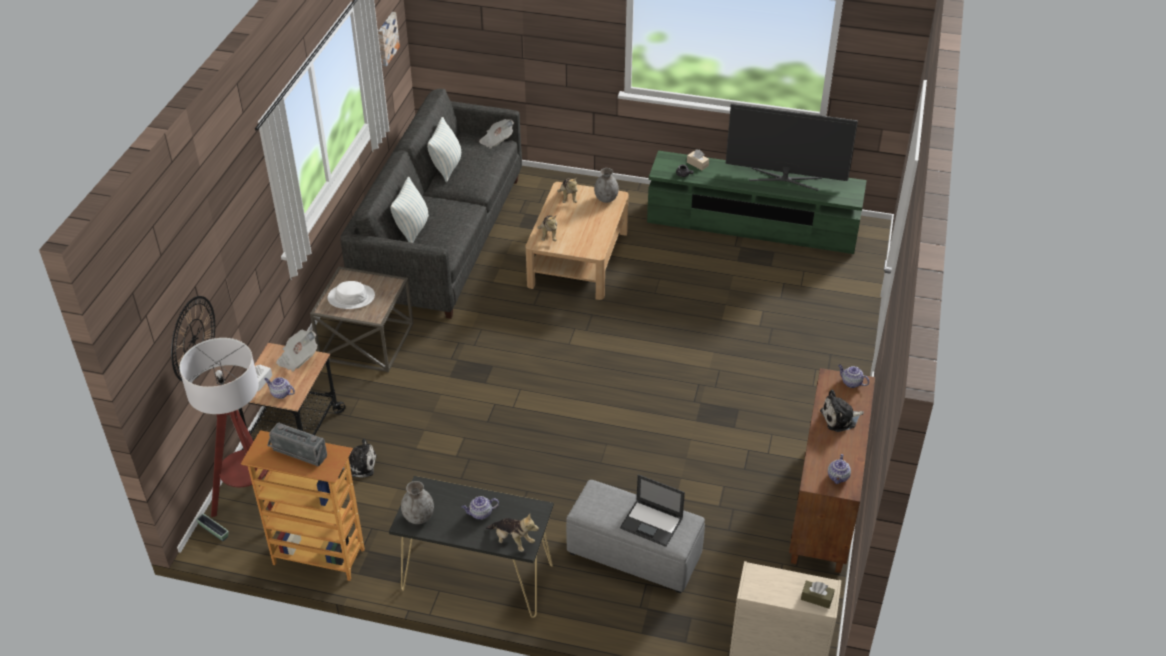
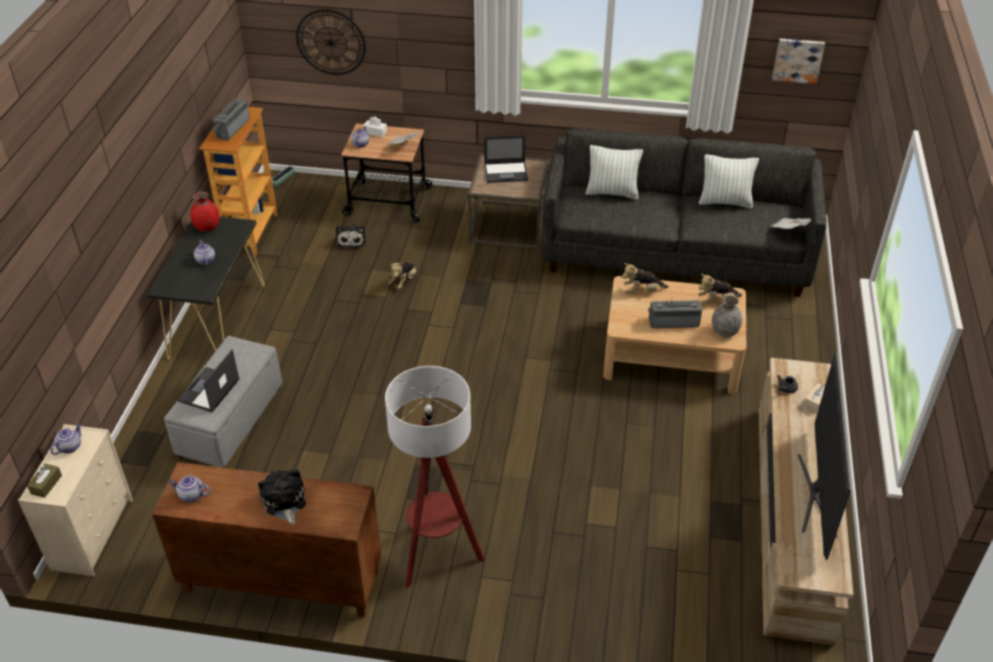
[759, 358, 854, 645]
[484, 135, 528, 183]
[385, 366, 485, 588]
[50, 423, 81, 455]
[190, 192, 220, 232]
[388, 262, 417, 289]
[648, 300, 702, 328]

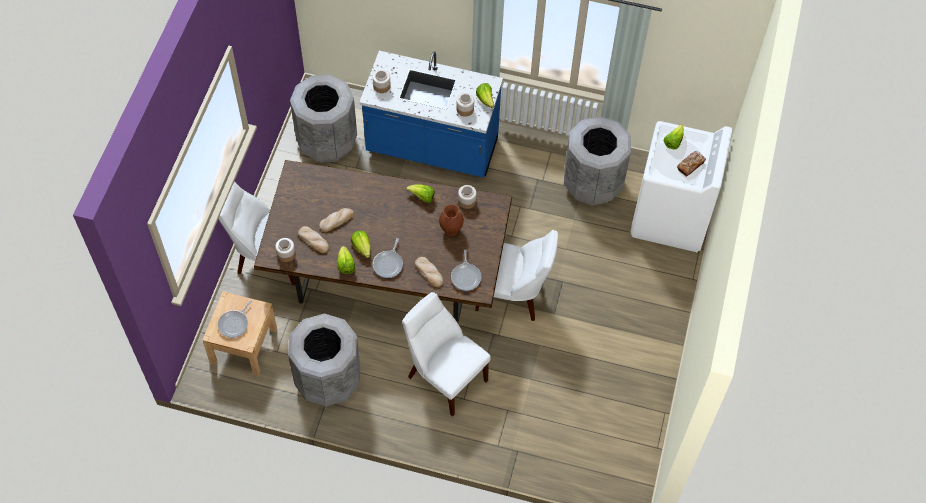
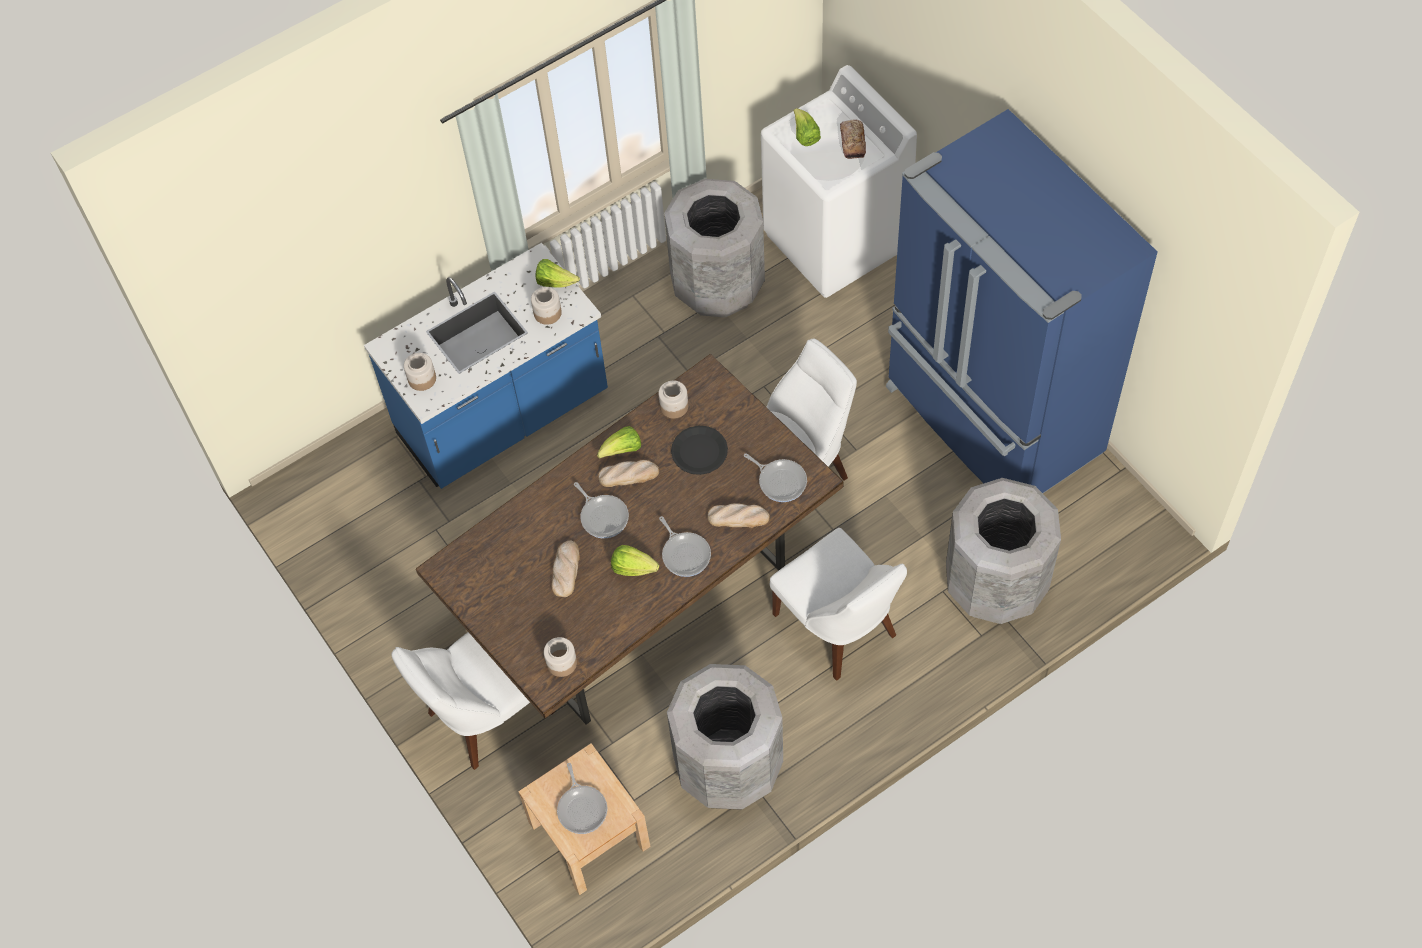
[946, 478, 1061, 624]
[671, 426, 728, 475]
[598, 460, 659, 487]
[337, 246, 355, 274] (first image)
[770, 528, 907, 681]
[886, 109, 1157, 493]
[574, 482, 629, 538]

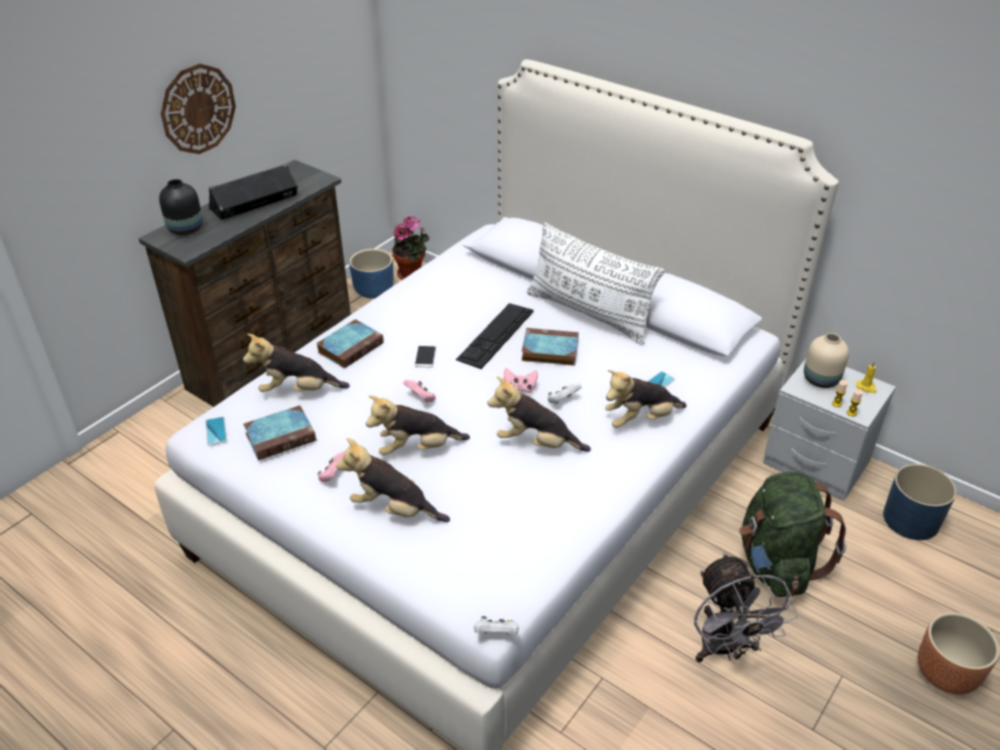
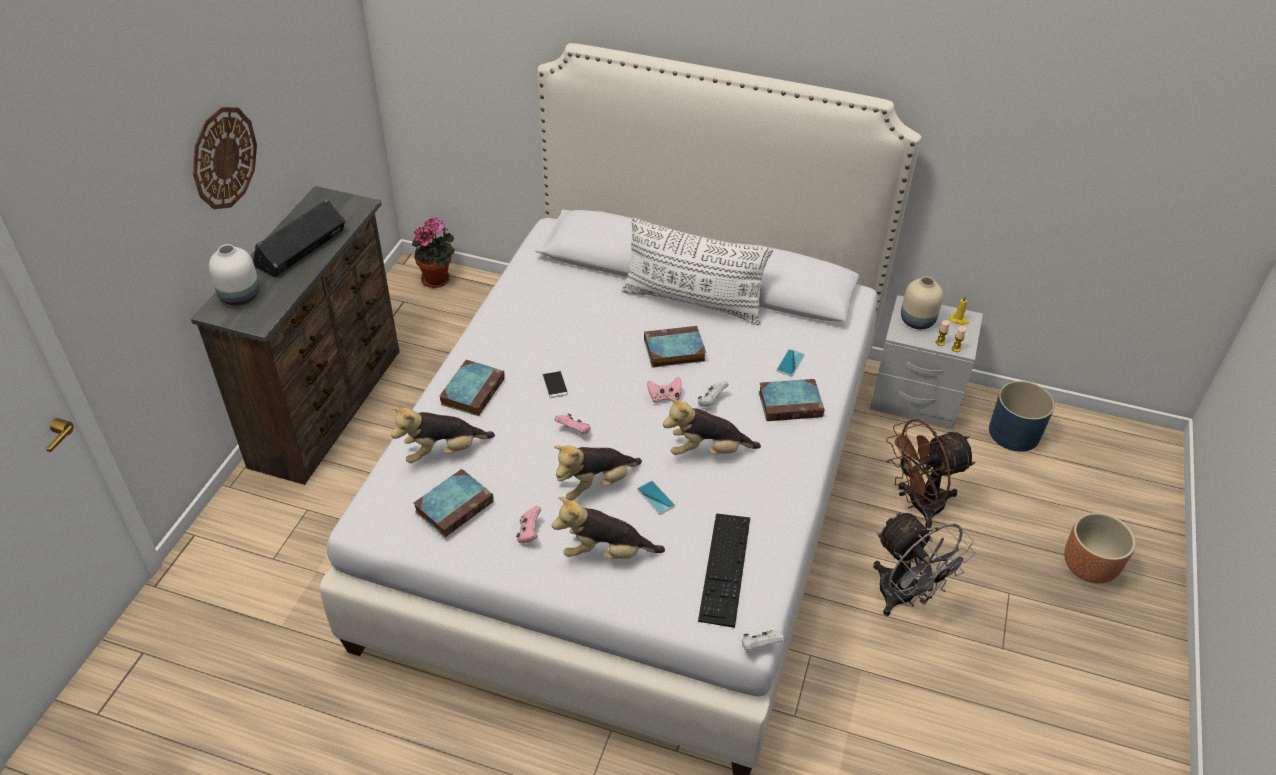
[209, 244, 259, 306]
[349, 249, 394, 299] (first image)
[698, 513, 750, 628]
[758, 379, 825, 421]
[637, 481, 675, 514]
[886, 419, 976, 528]

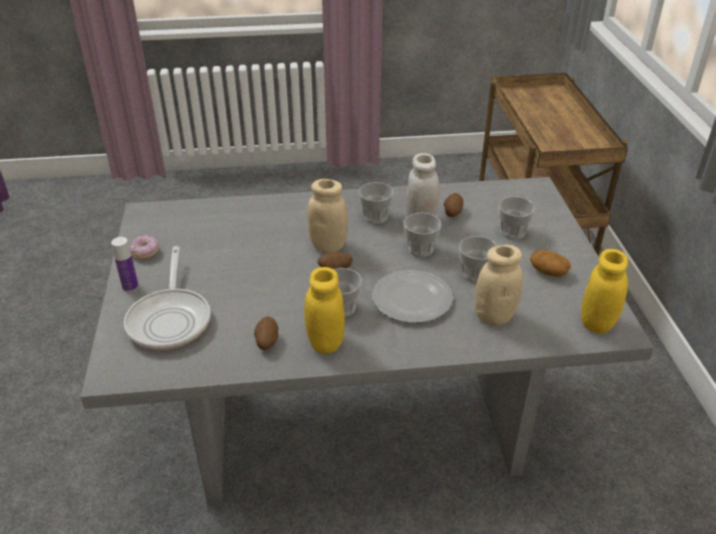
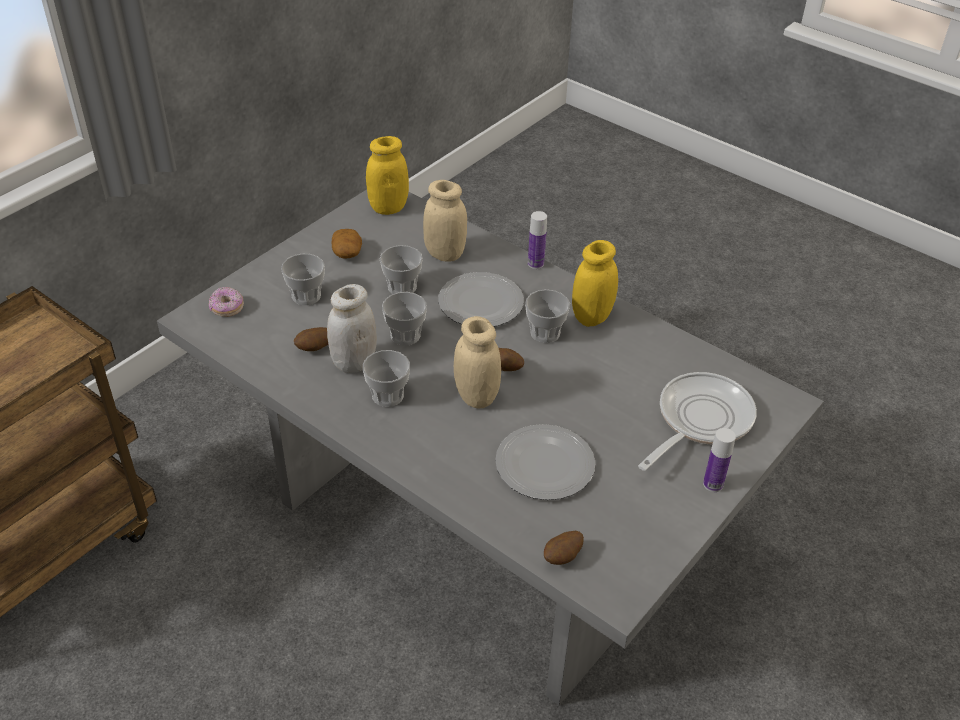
[209, 287, 244, 317]
[544, 531, 584, 565]
[528, 211, 547, 269]
[495, 424, 595, 500]

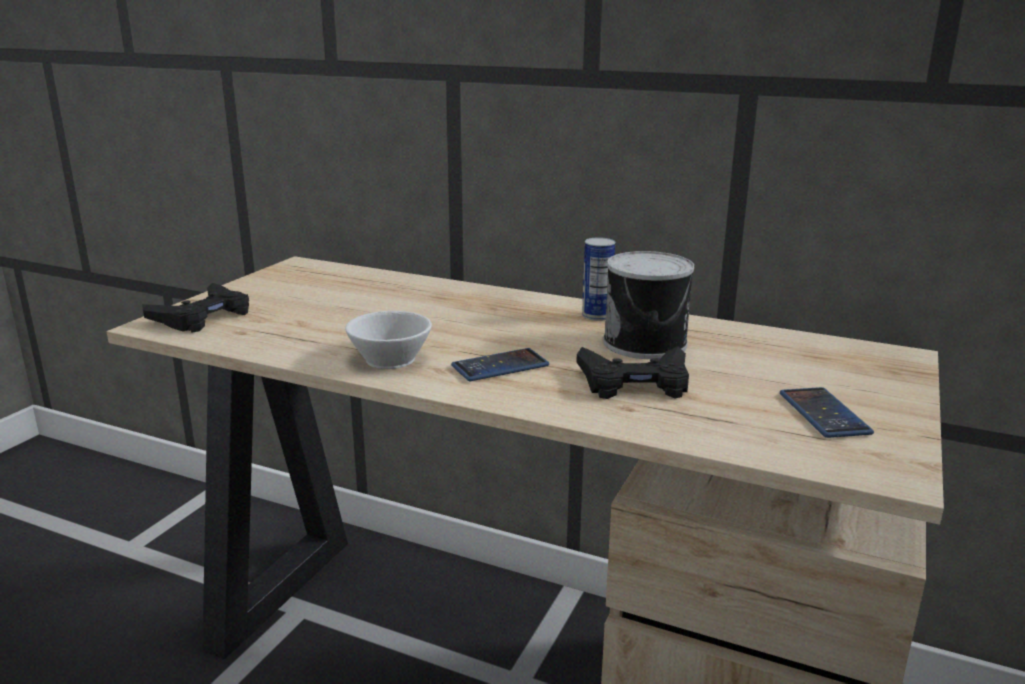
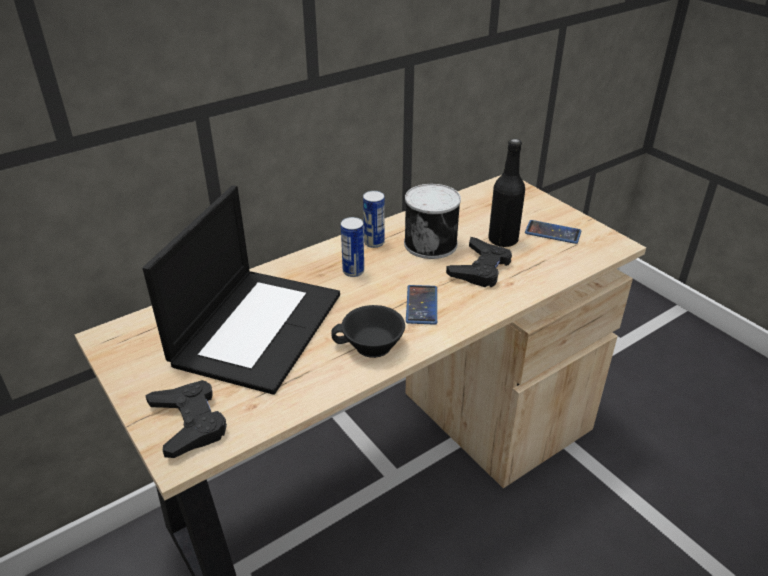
[331, 305, 405, 358]
[488, 139, 525, 248]
[143, 185, 340, 395]
[341, 217, 364, 277]

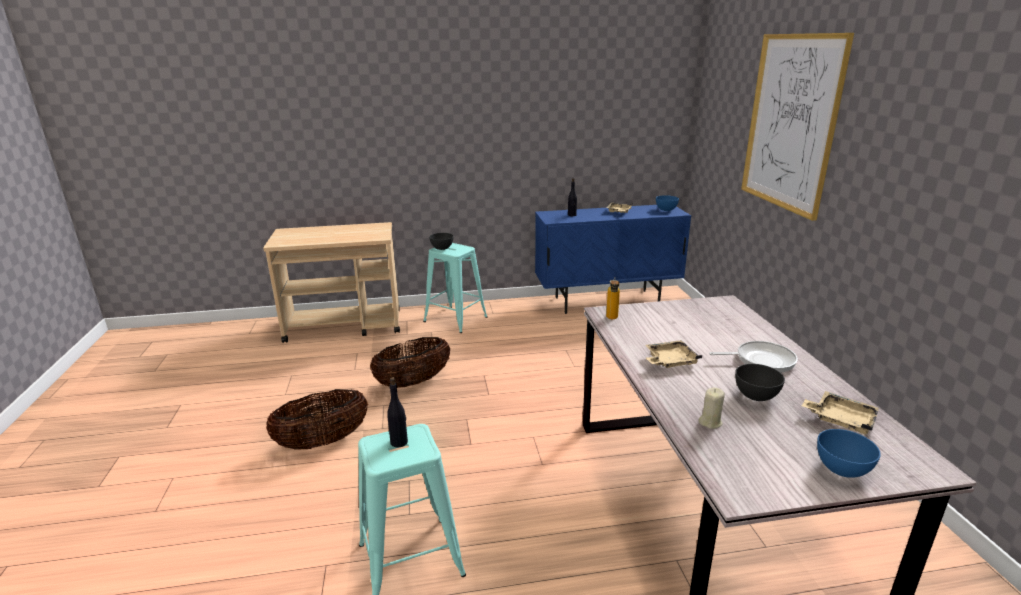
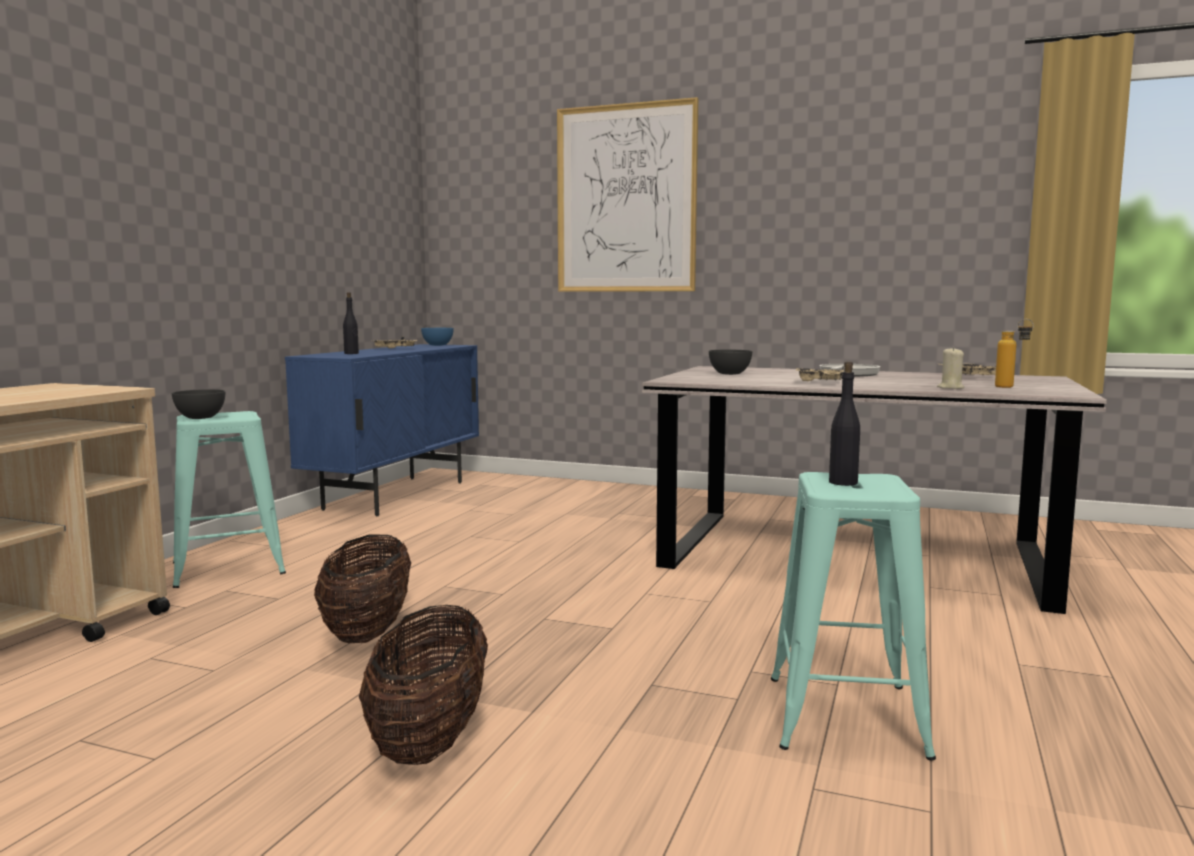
[995, 319, 1034, 388]
[709, 350, 752, 375]
[817, 429, 881, 478] (first image)

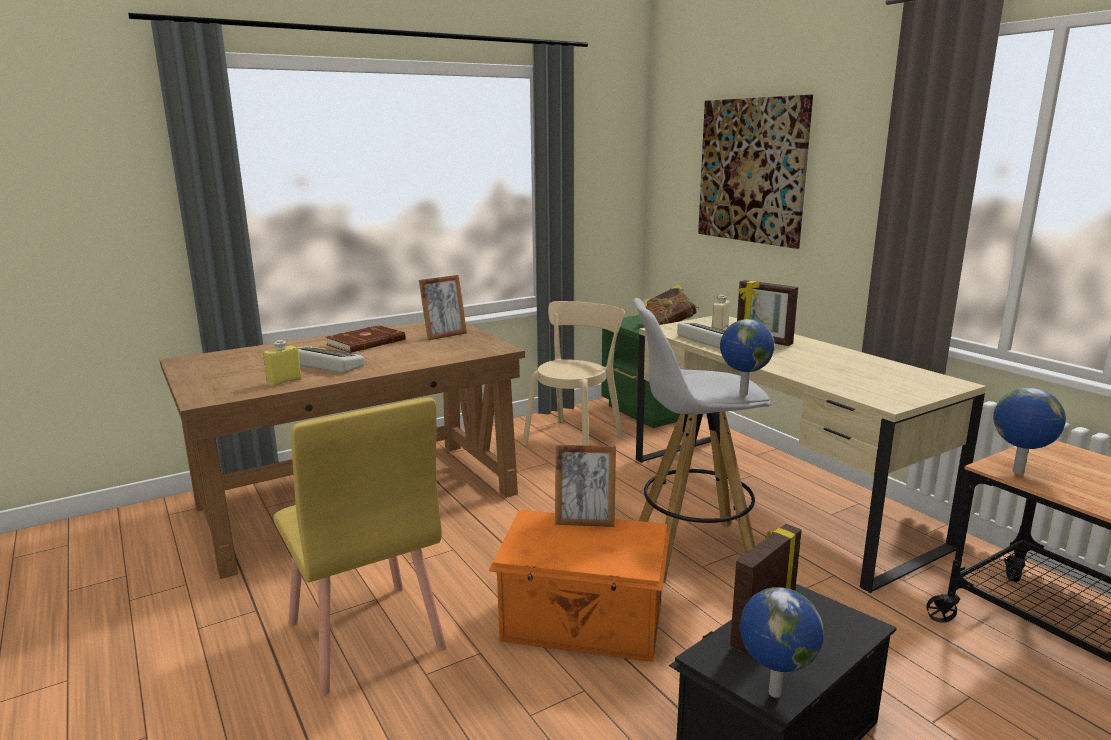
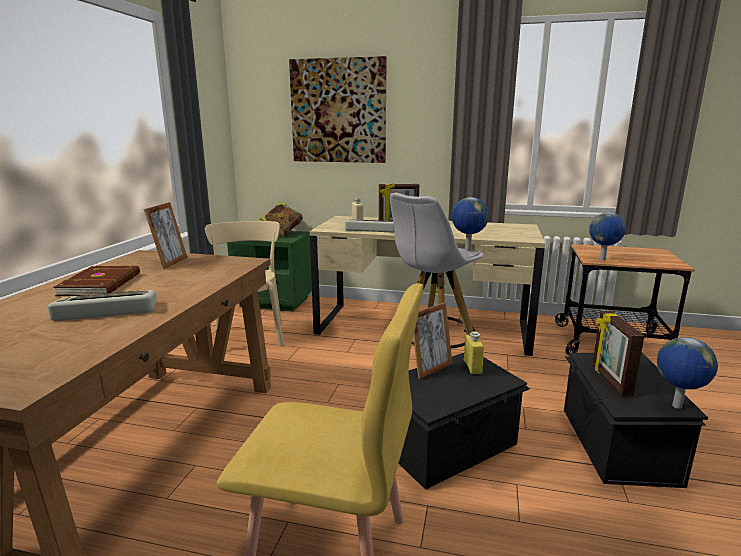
[464, 331, 484, 374]
[399, 353, 530, 490]

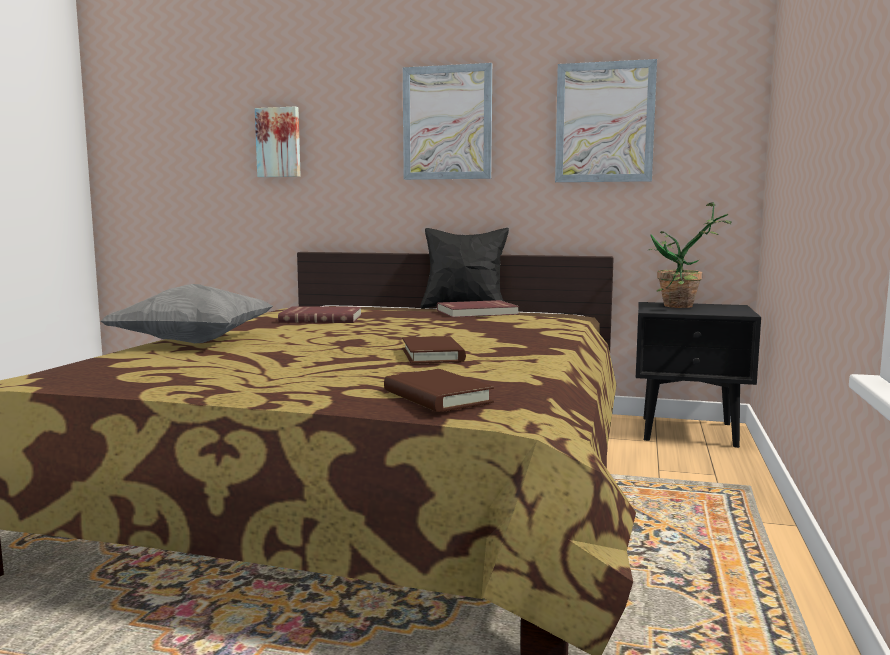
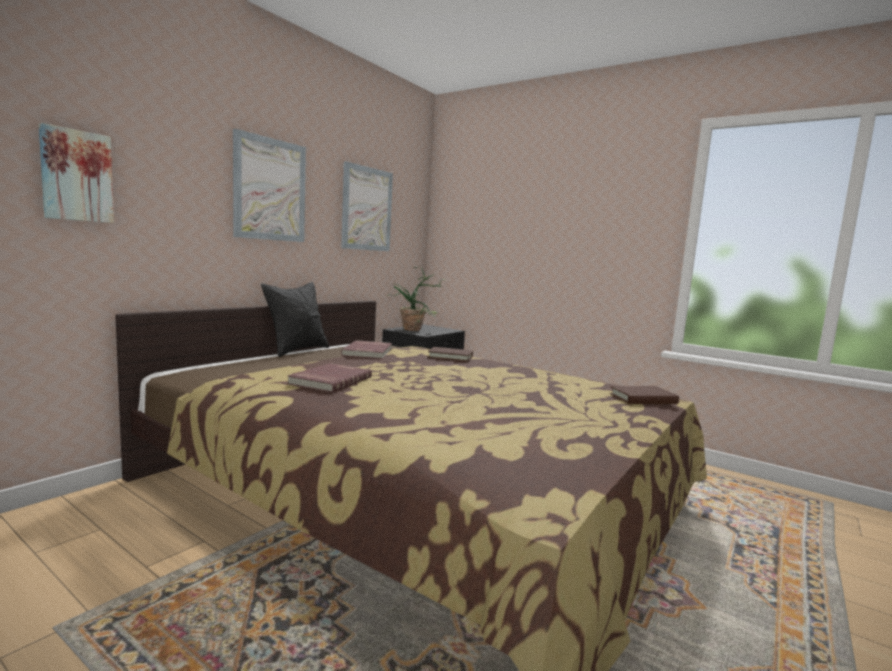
[101, 284, 273, 343] (first image)
[428, 347, 473, 362]

